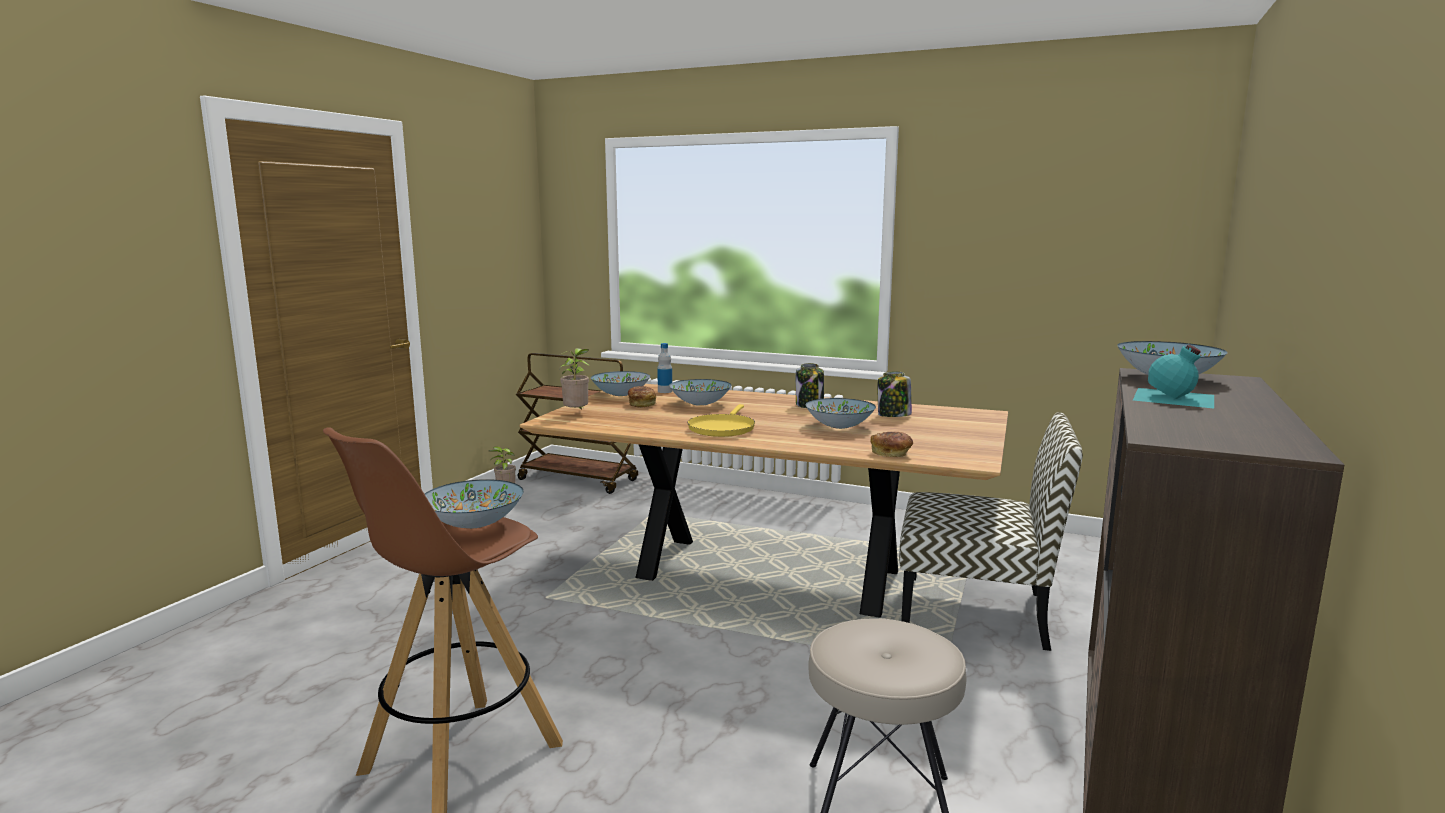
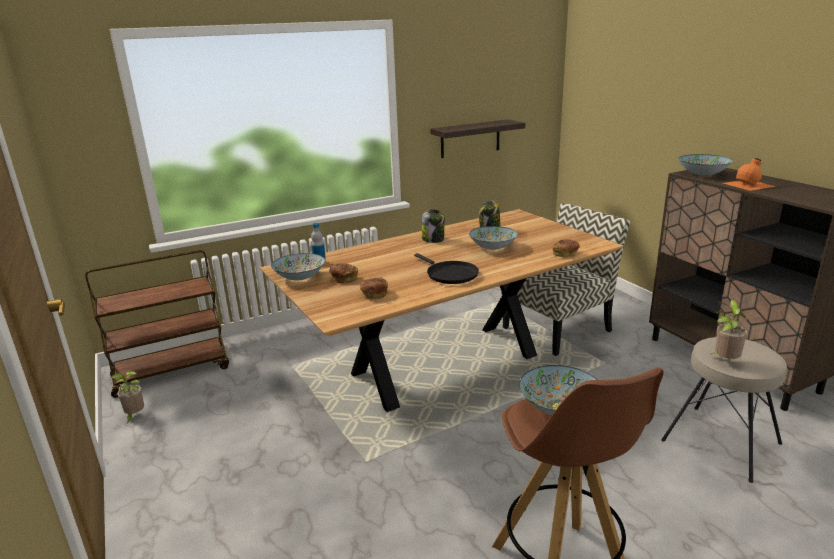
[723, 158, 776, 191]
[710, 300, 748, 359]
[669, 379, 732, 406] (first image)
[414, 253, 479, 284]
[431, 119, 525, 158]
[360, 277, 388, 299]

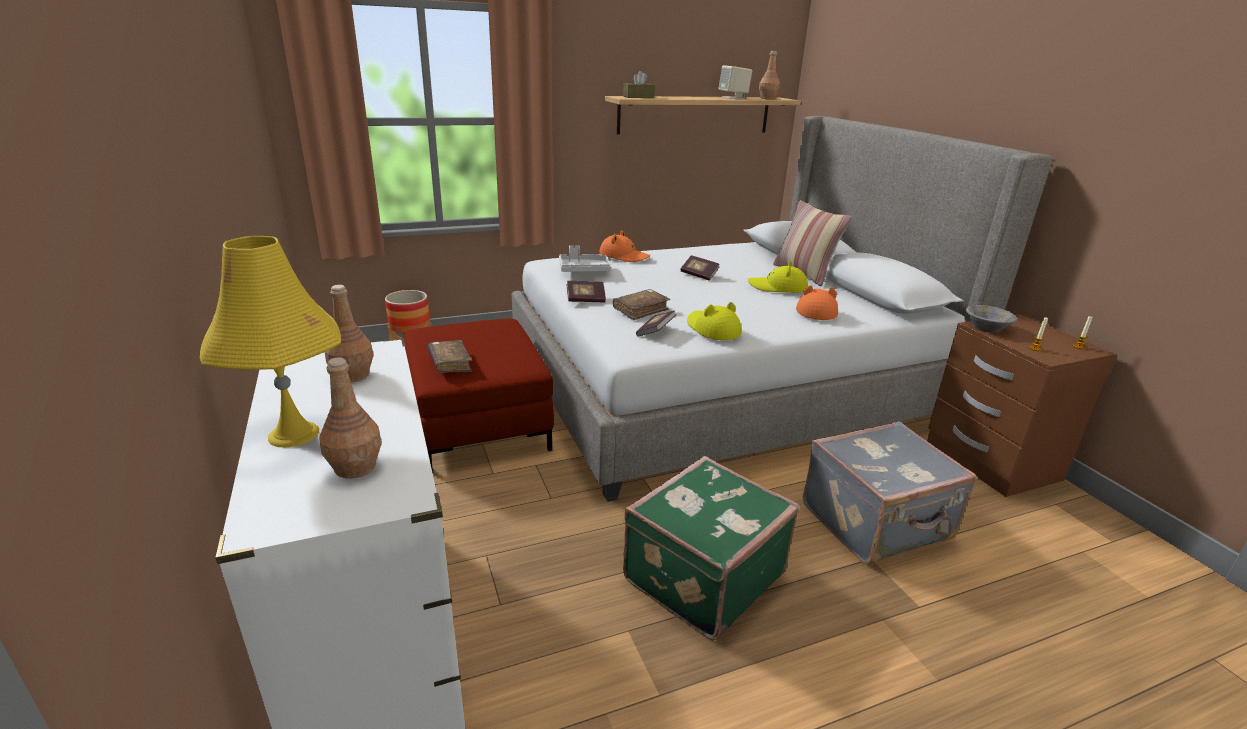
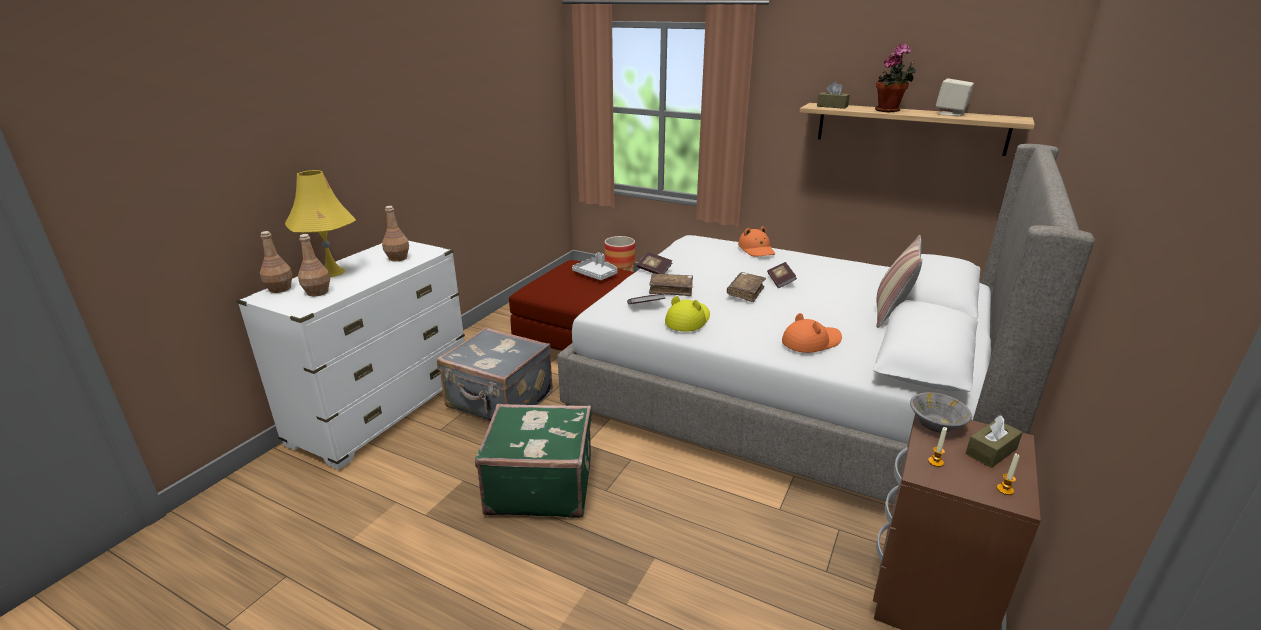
[260, 231, 293, 293]
[572, 252, 617, 280]
[748, 260, 808, 293] (first image)
[727, 272, 766, 302]
[437, 327, 553, 421]
[875, 43, 916, 112]
[965, 415, 1023, 468]

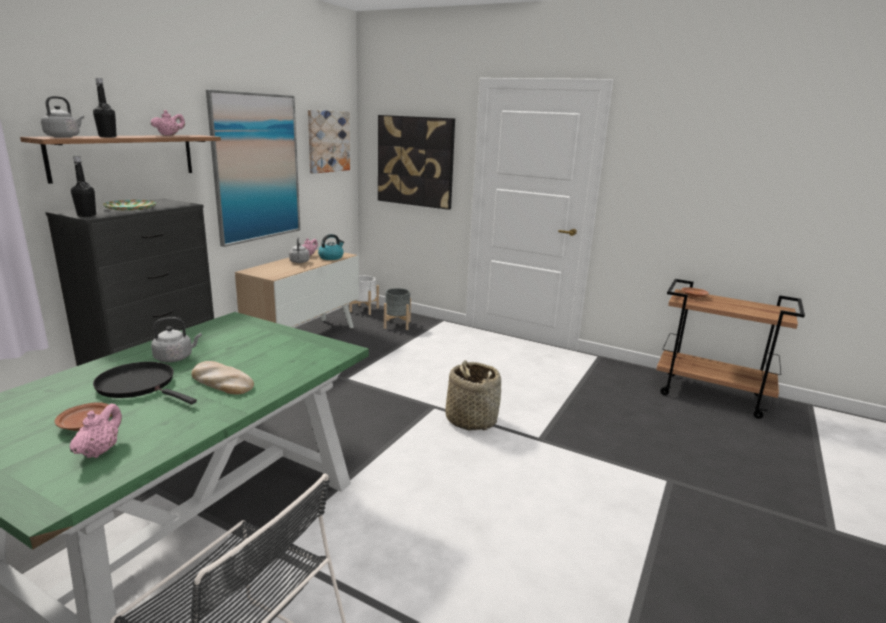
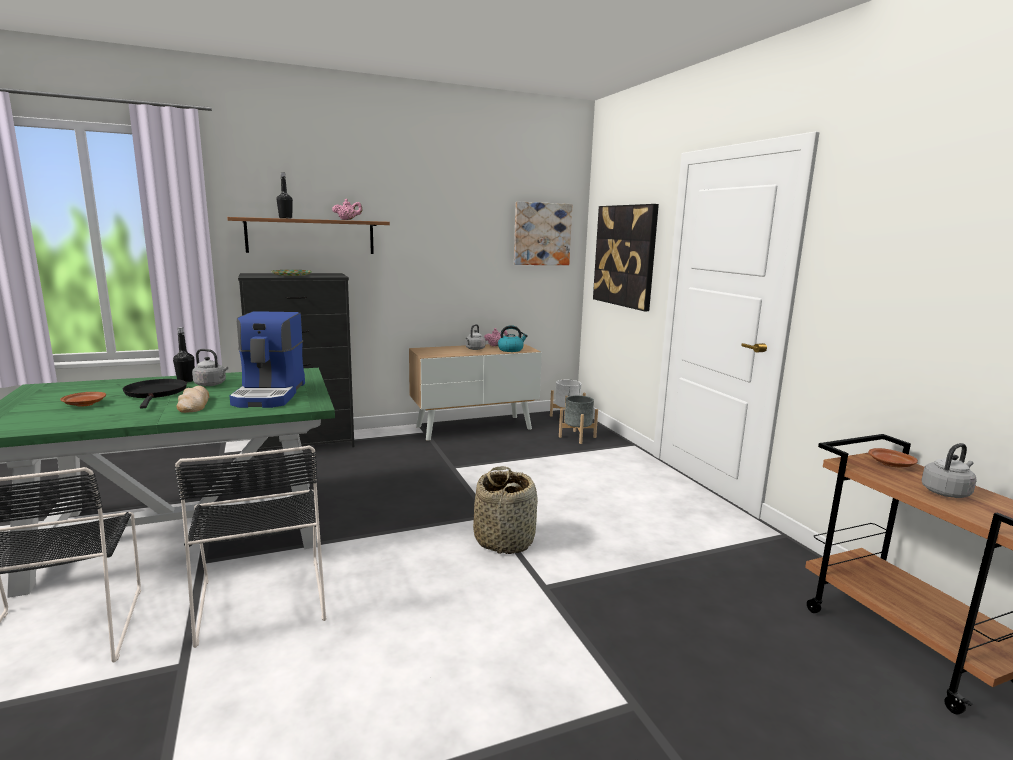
[206, 90, 300, 247] (first image)
[922, 443, 977, 498]
[173, 327, 195, 383]
[70, 404, 122, 458] (first image)
[230, 311, 305, 408]
[175, 446, 326, 648]

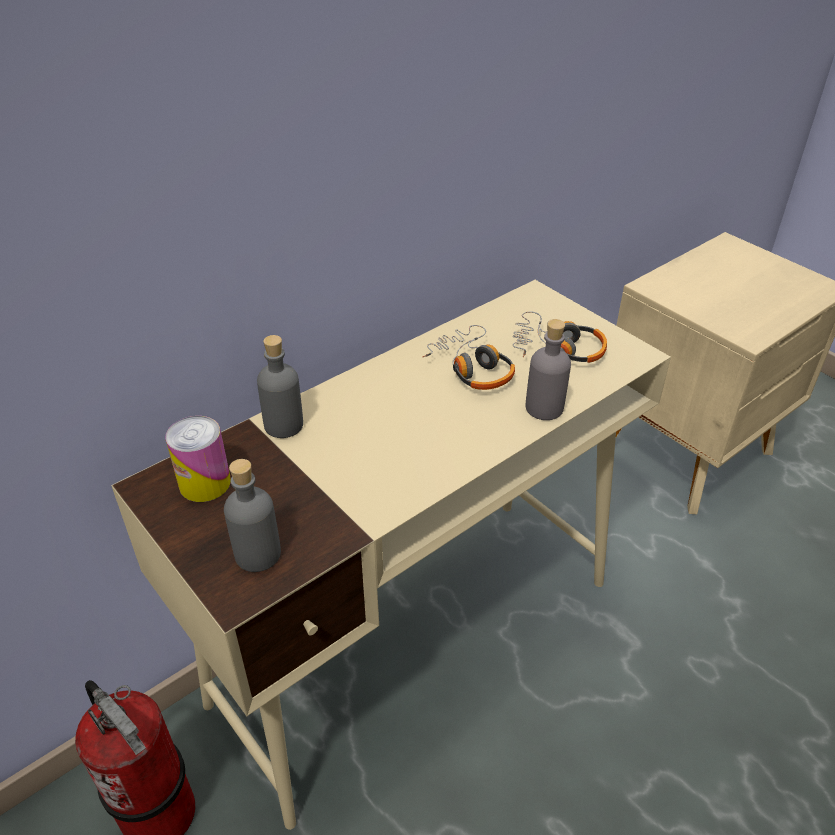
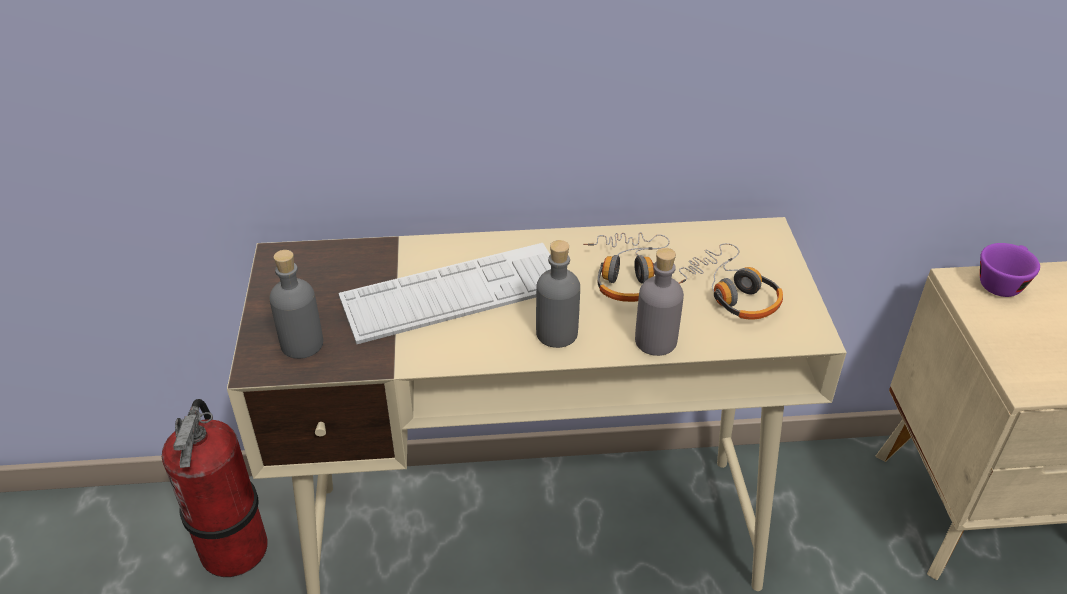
[536, 240, 580, 348]
[166, 416, 231, 502] (first image)
[339, 243, 551, 344]
[980, 243, 1040, 297]

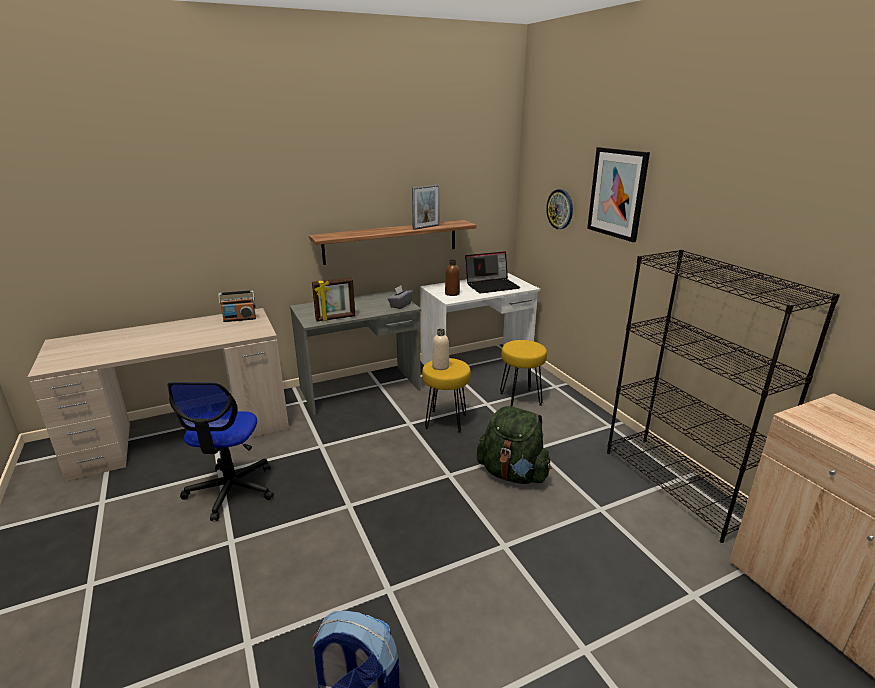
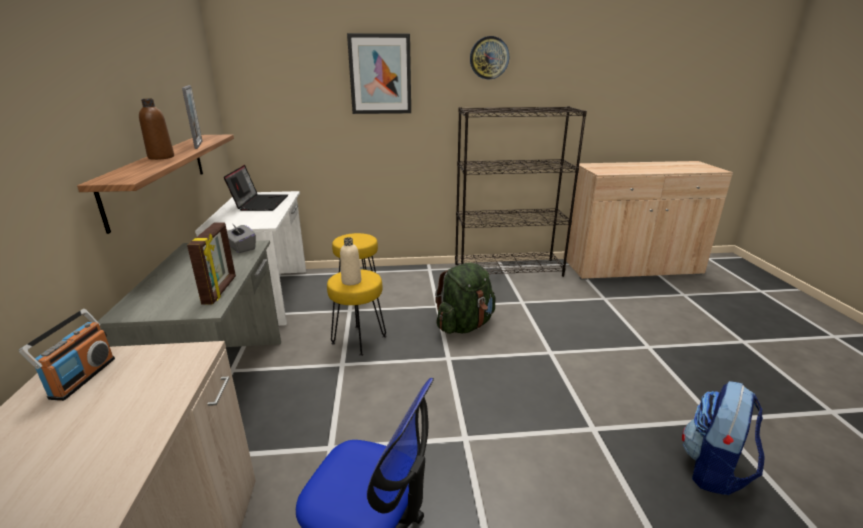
[470, 36, 509, 79]
[139, 99, 174, 160]

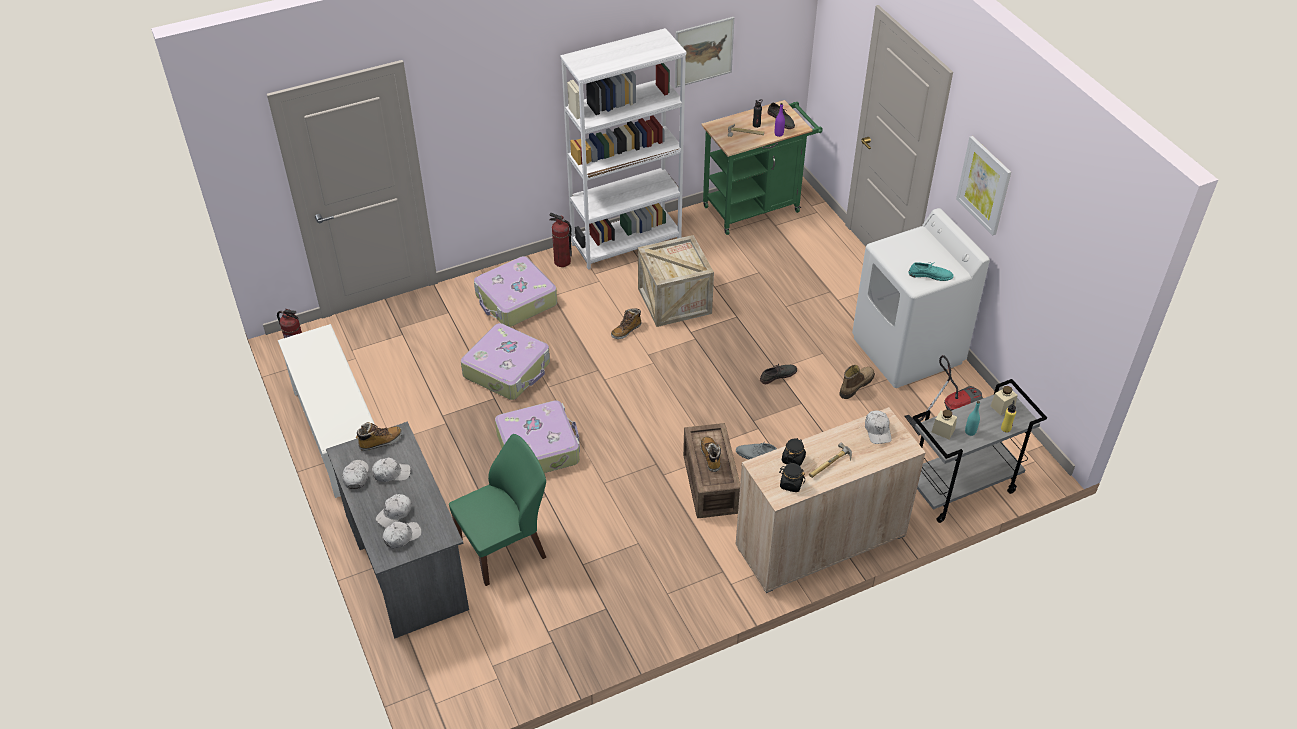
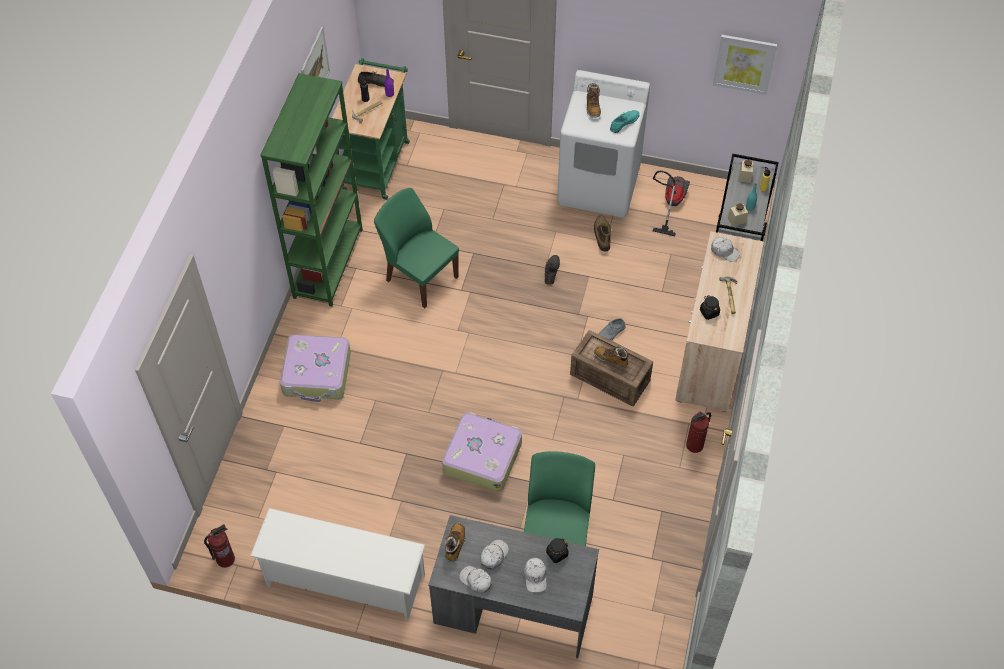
[261, 73, 363, 307]
[713, 35, 777, 95]
[686, 412, 711, 453]
[374, 188, 459, 308]
[587, 83, 601, 118]
[461, 323, 550, 400] (first image)
[546, 538, 569, 563]
[382, 521, 422, 549] (first image)

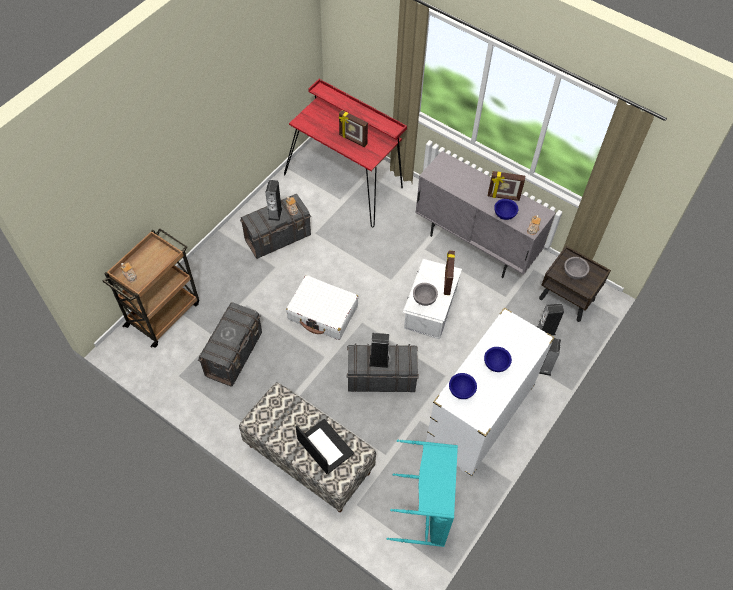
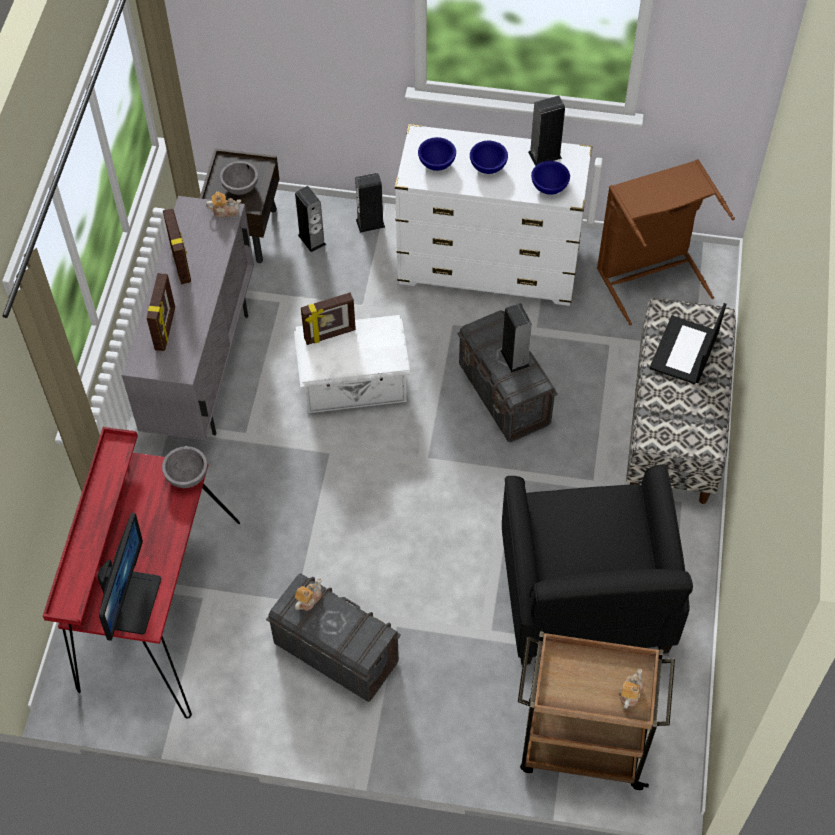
[147, 273, 175, 351]
[528, 96, 565, 166]
[418, 137, 456, 171]
[286, 275, 358, 340] (first image)
[162, 446, 207, 488]
[502, 464, 693, 665]
[597, 159, 735, 325]
[98, 513, 161, 641]

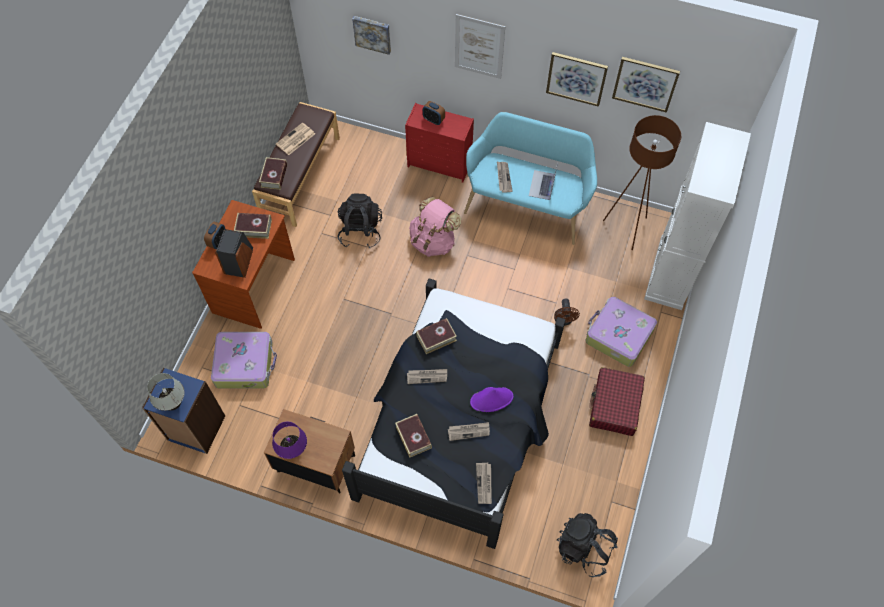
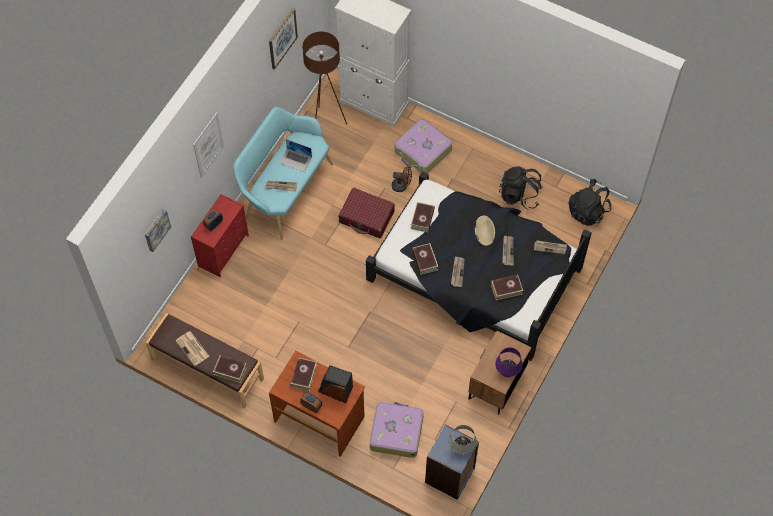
[546, 52, 608, 107] (first image)
[499, 166, 543, 209]
[409, 197, 461, 257] (first image)
[339, 188, 395, 238]
[475, 216, 495, 246]
[410, 202, 435, 232]

